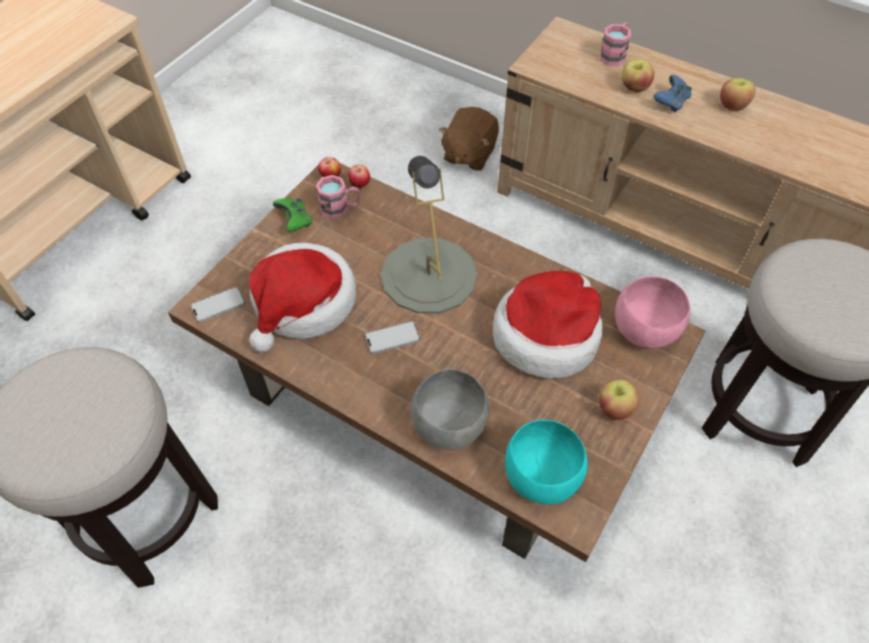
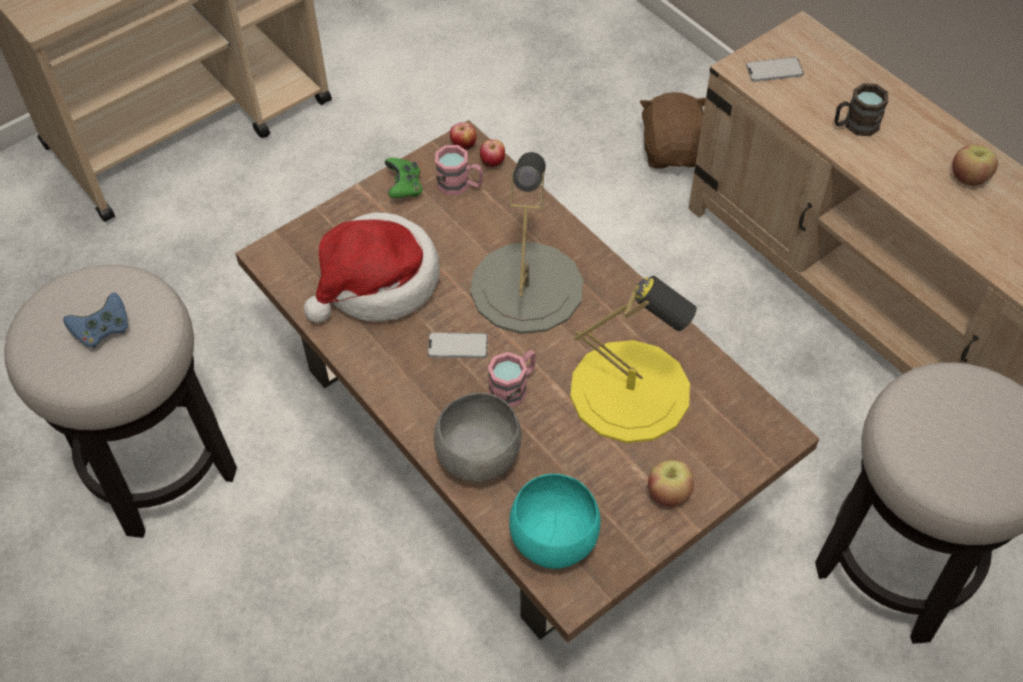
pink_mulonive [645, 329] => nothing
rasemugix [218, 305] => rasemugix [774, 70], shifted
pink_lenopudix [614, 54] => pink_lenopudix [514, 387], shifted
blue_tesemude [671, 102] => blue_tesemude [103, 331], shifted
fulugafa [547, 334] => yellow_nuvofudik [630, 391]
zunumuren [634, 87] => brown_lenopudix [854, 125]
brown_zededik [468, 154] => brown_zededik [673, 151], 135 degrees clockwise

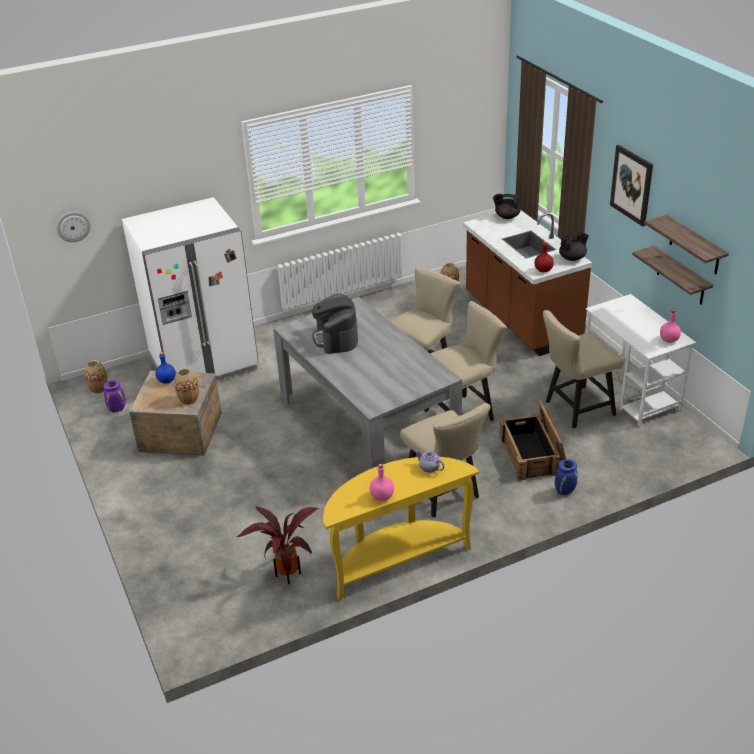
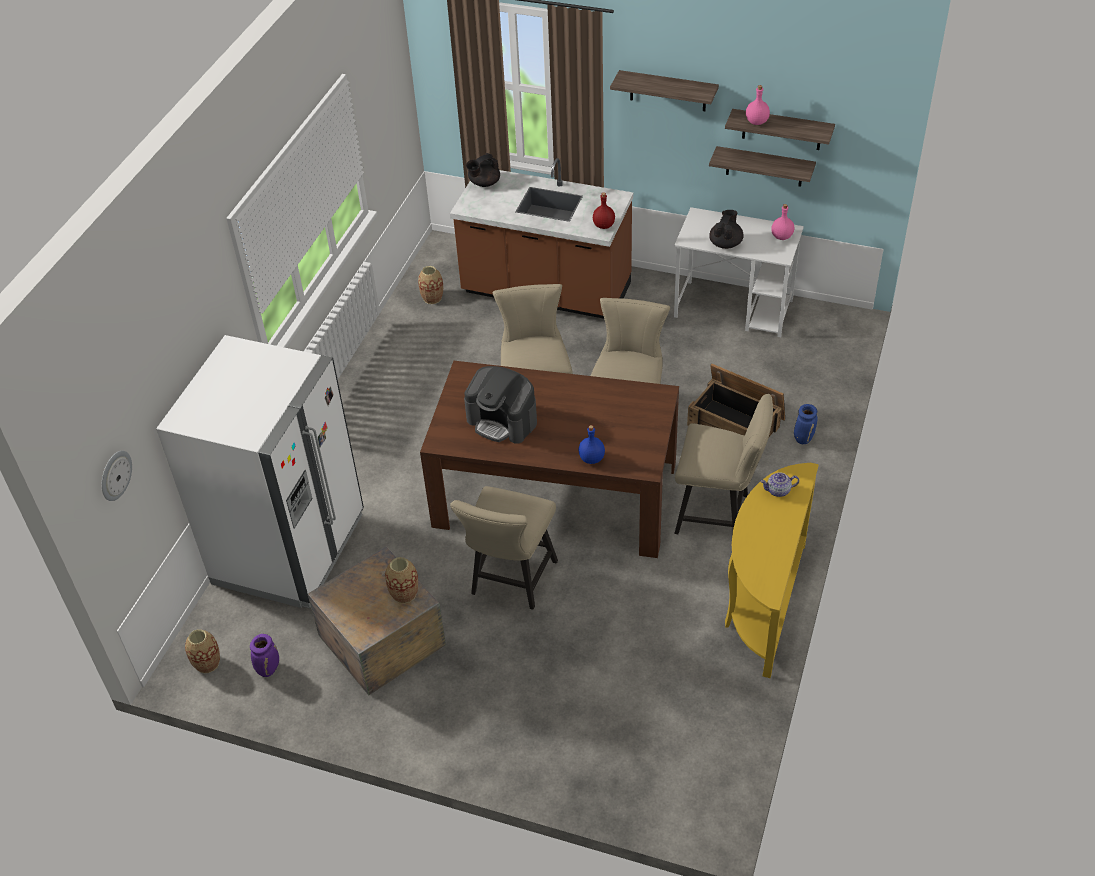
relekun [287, 572] => nothing
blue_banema [166, 380] => blue_banema [591, 458], shifted
pink_banema [381, 497] => pink_banema [756, 122], shifted
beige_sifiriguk [575, 409] => beige_sifiriguk [510, 582], shifted
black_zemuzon [572, 258] => black_zemuzon [725, 243], shifted
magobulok [631, 185] => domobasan [668, 91]
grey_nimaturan [368, 423] => brown_nimaturan [556, 494]

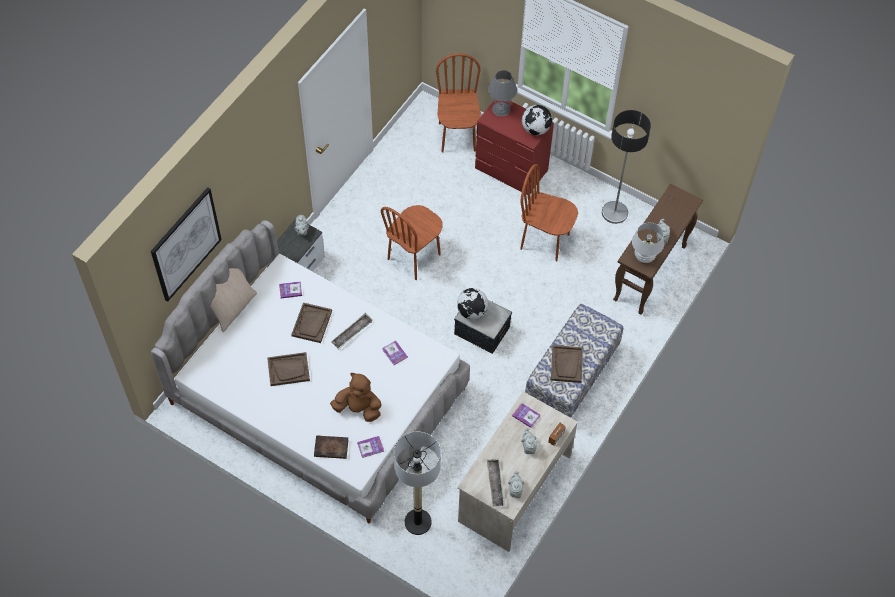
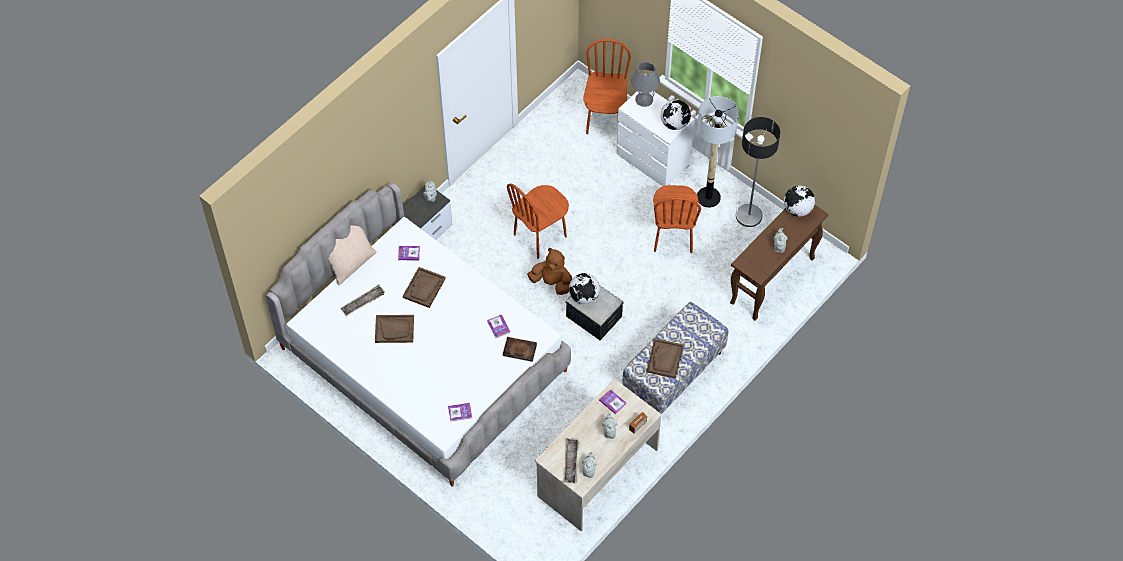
magobulok [186, 244] => nothing
white_nuvofudik [644, 257] => nothing
nothing => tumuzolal [797, 209]
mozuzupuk [332, 448] => mozuzupuk [520, 350], shifted
brown_zededik [358, 408] => brown_zededik [552, 282], shifted
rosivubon [352, 333] => rosivubon [363, 302], shifted
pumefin [418, 522] => pumefin [708, 197], shifted
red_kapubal [511, 170] => white_kapubal [653, 160]
brown_sifiriguk [545, 241] => brown_sifiriguk [673, 236], 120 degrees counterclockwise

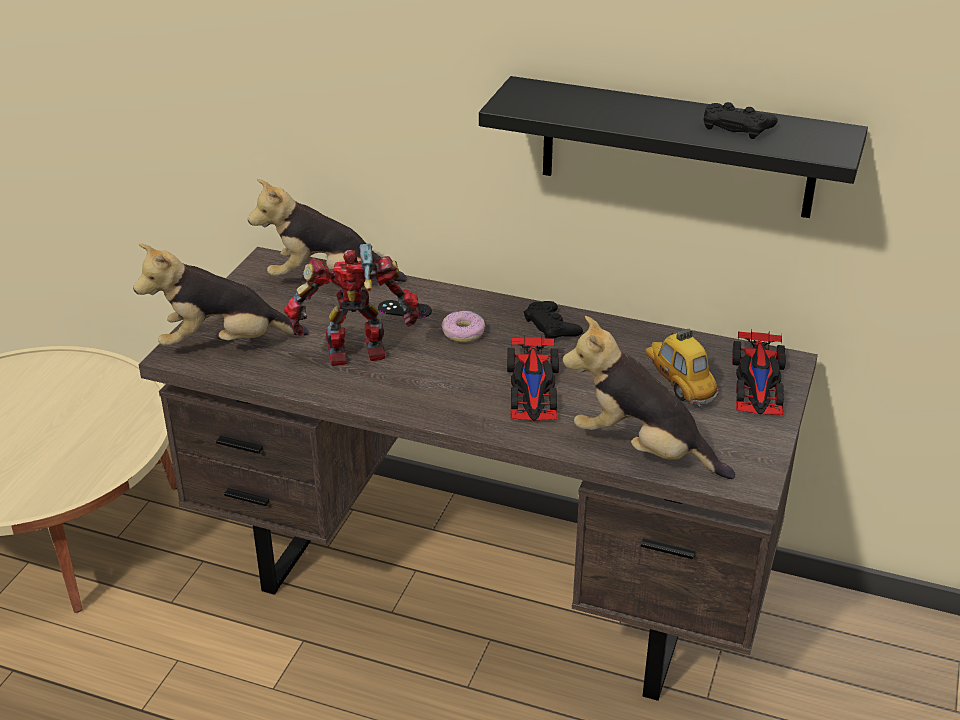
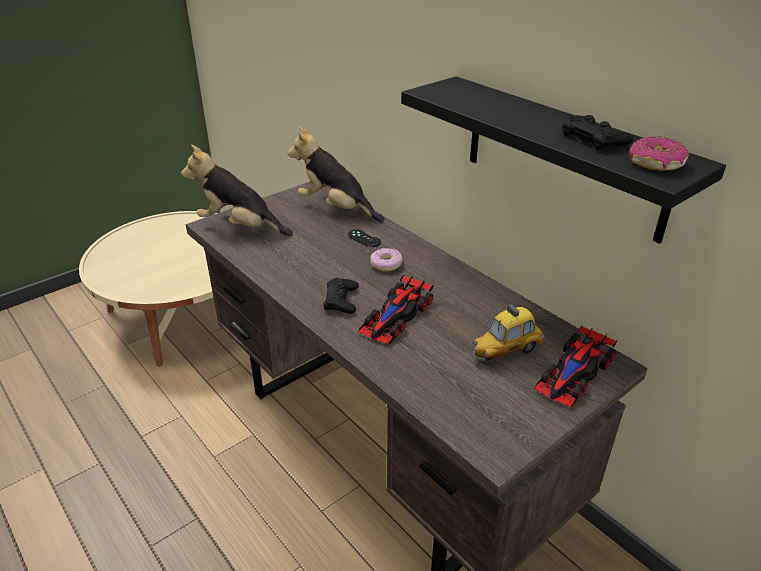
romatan [357, 354] => nothing
zededik [642, 450] => nothing
nothing => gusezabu [656, 163]
black_tesemude [552, 326] => black_tesemude [341, 300], shifted
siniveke [678, 384] => siniveke [506, 351], 120 degrees counterclockwise

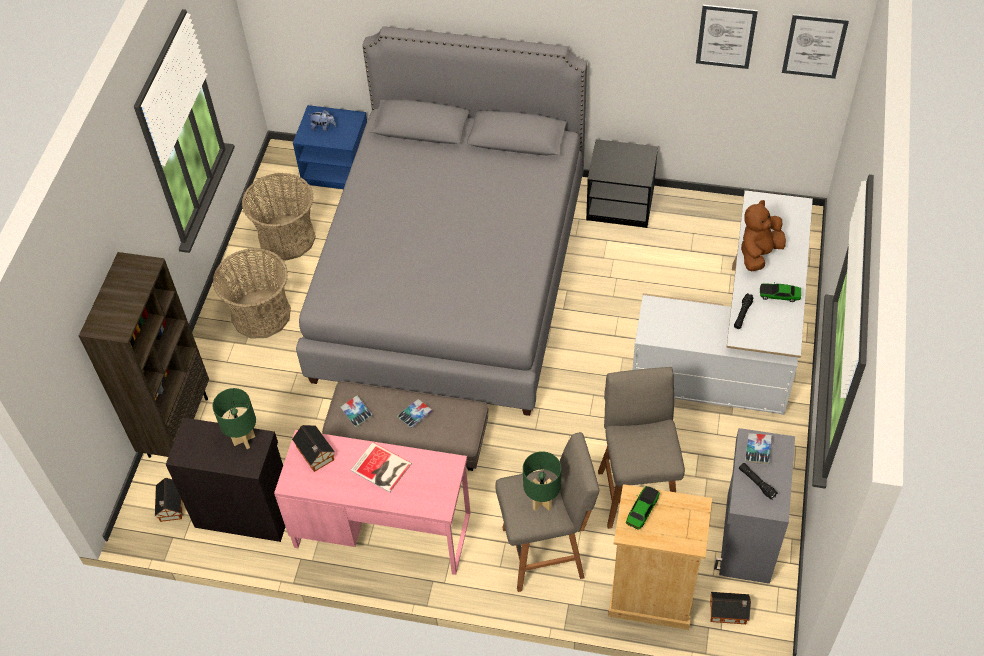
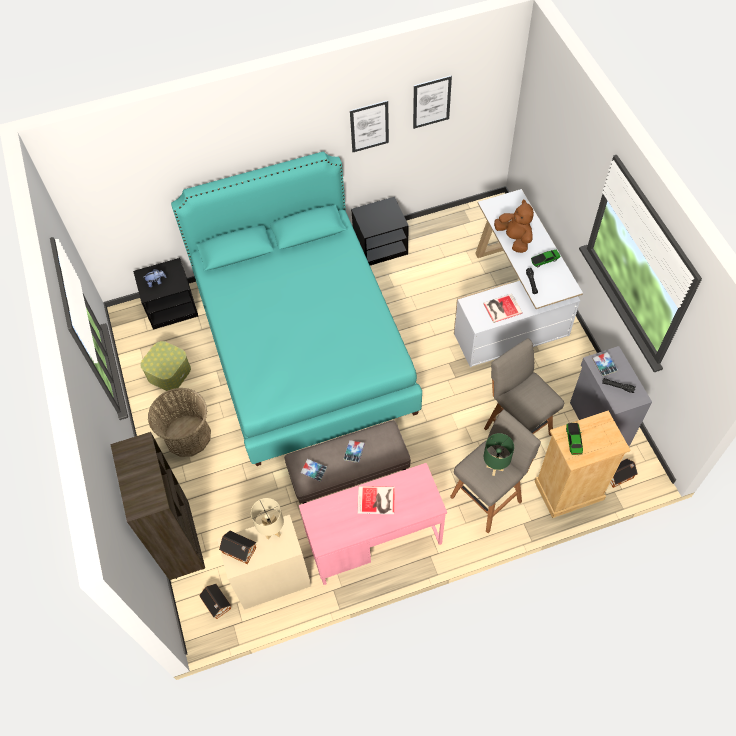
nothing => mozuzupuk [501, 308]
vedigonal [315, 455] => vedigonal [240, 551], shifted
magobulok [814, 46] => magobulok [369, 126], shifted
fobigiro [287, 238] => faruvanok [169, 372]
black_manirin [244, 511] => beige_manirin [272, 579]
green_nuvofudik [244, 440] => beige_nuvofudik [273, 531]
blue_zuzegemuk [338, 169] => black_zuzegemuk [172, 307]
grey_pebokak [451, 277] => turquoise_pebokak [303, 346]
brown_zededik [759, 253] => brown_zededik [514, 239], 135 degrees clockwise

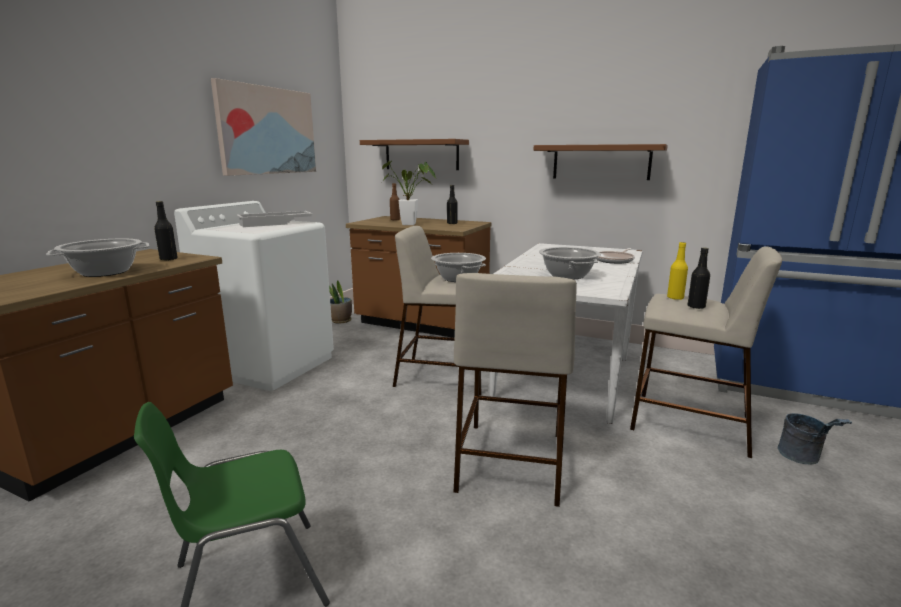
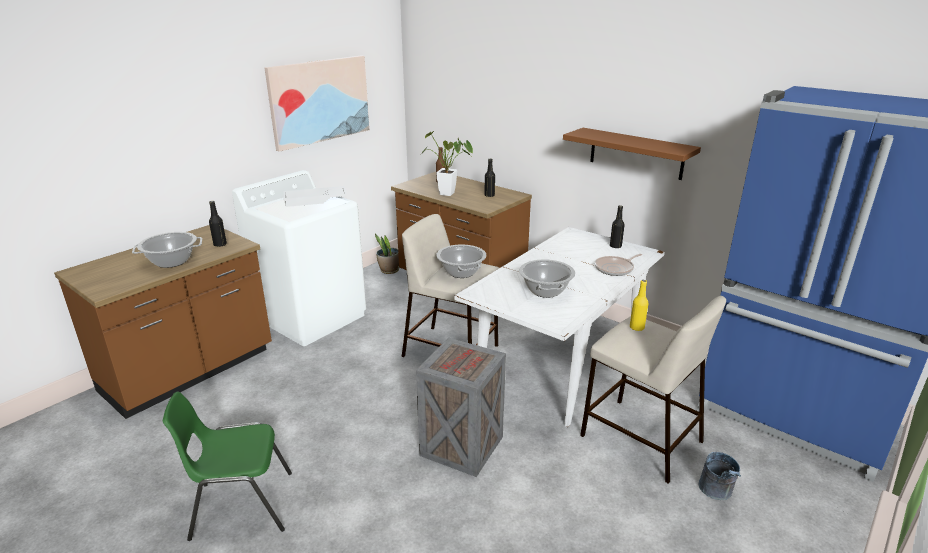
brown_domobasan [421, 155] => nothing
black_banema [696, 307] => black_banema [615, 246], shifted
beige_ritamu [510, 460] => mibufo [460, 446]

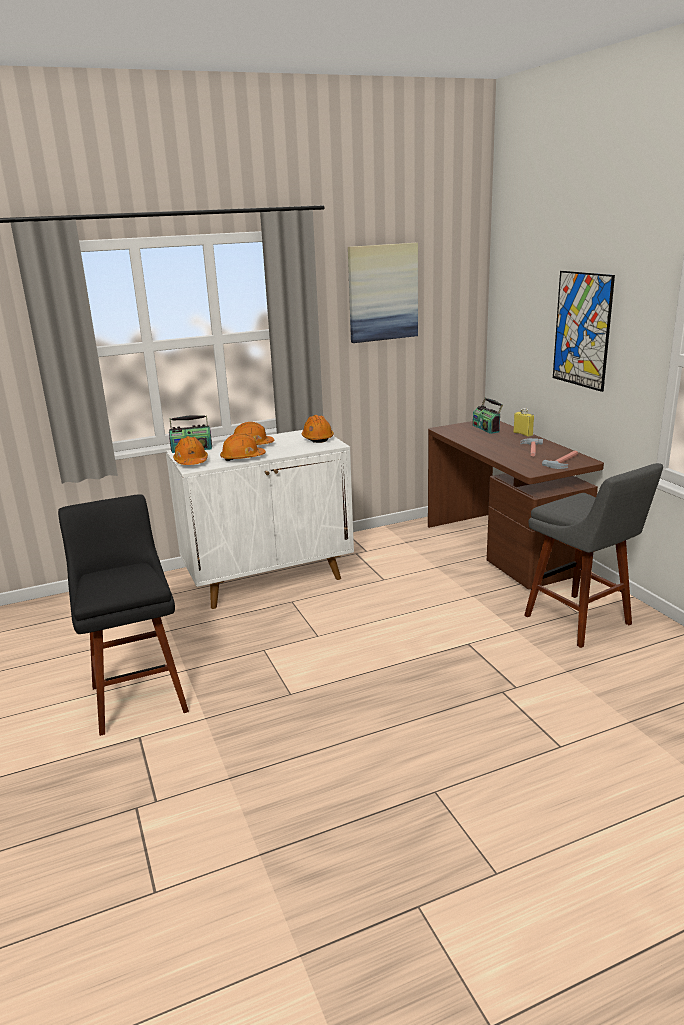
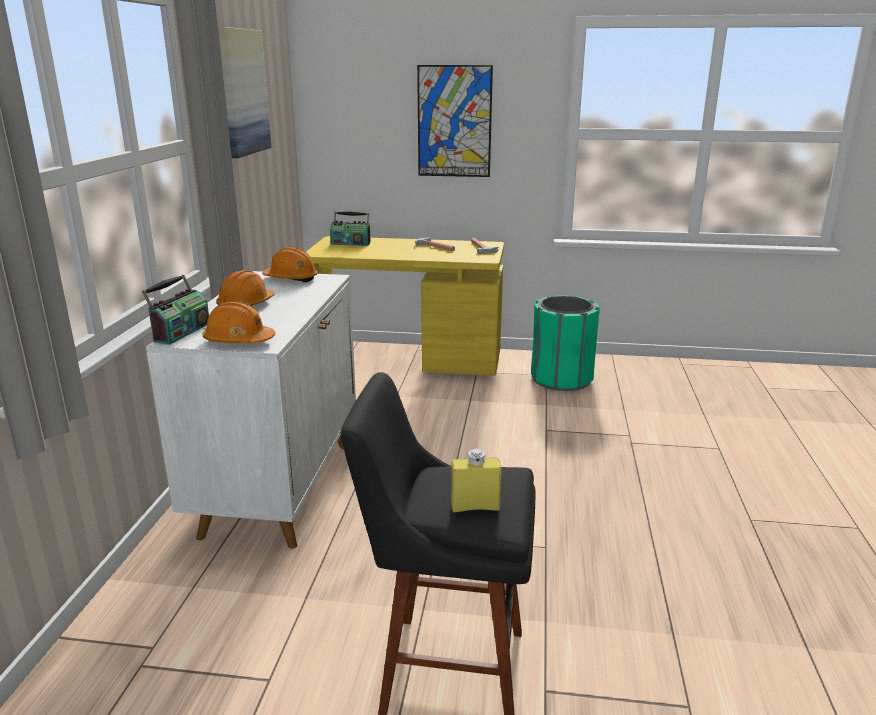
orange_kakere [242, 458] => nothing
yellow_banema [523, 434] => yellow_banema [475, 507], shifted
grey_ritamu [581, 622] => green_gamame [561, 379]
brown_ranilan [504, 549] => yellow_ranilan [408, 360]

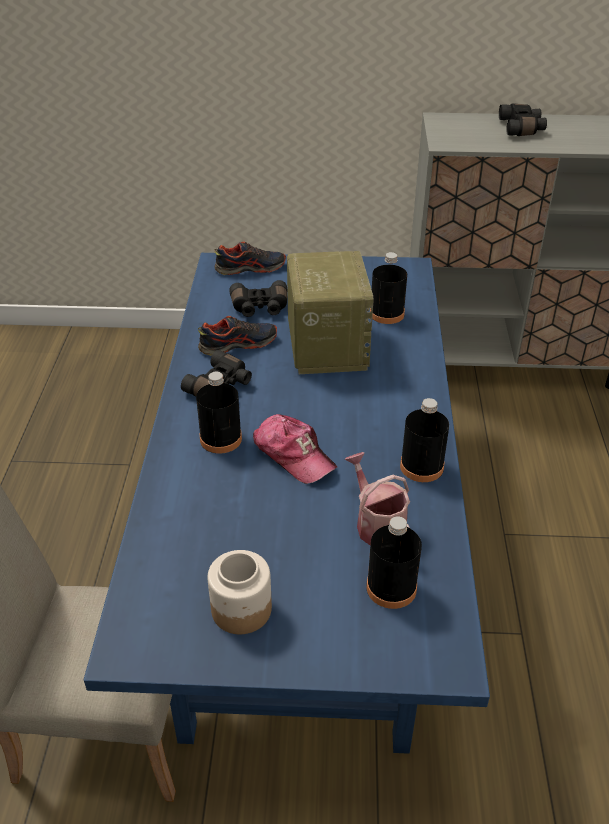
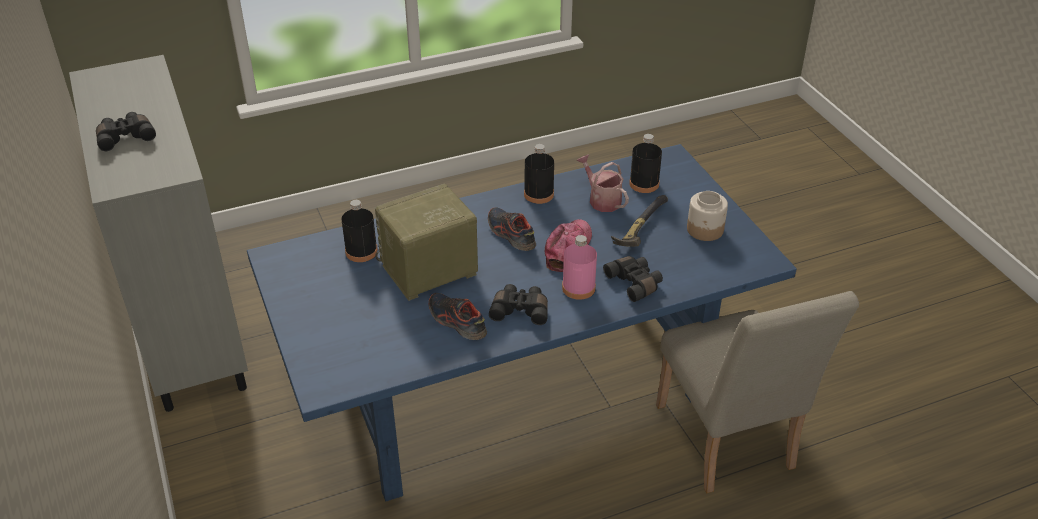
nothing => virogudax [639, 229]
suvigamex [250, 268] => suvigamex [510, 234], shifted
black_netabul [259, 308] => black_netabul [635, 283], shifted
black_banema [221, 439] => pink_banema [578, 288]
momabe [377, 524] => momabe [602, 199], 105 degrees clockwise

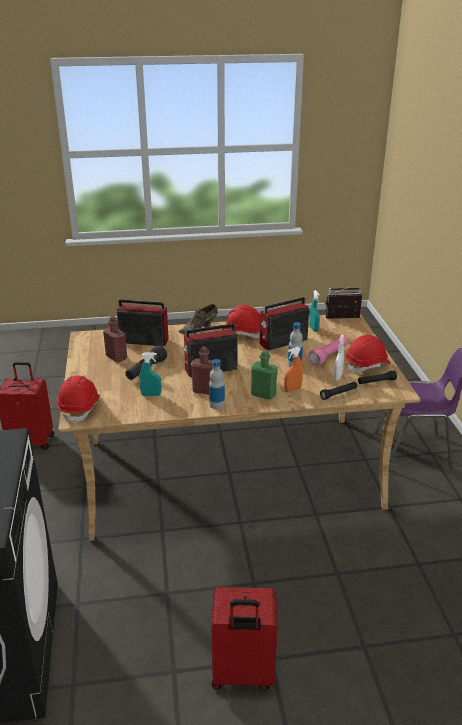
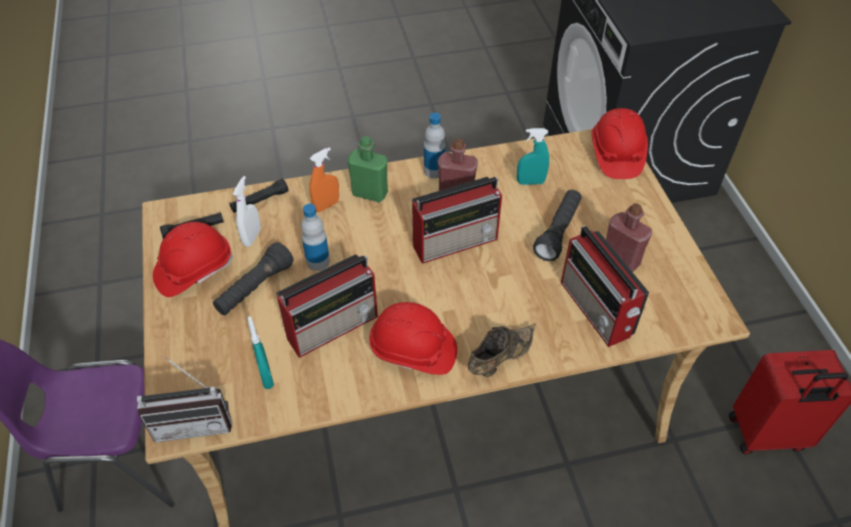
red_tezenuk [242, 674] => nothing
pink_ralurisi [328, 356] => black_ralurisi [255, 288]
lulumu [142, 341] => lulumu [597, 310], 60 degrees clockwise

